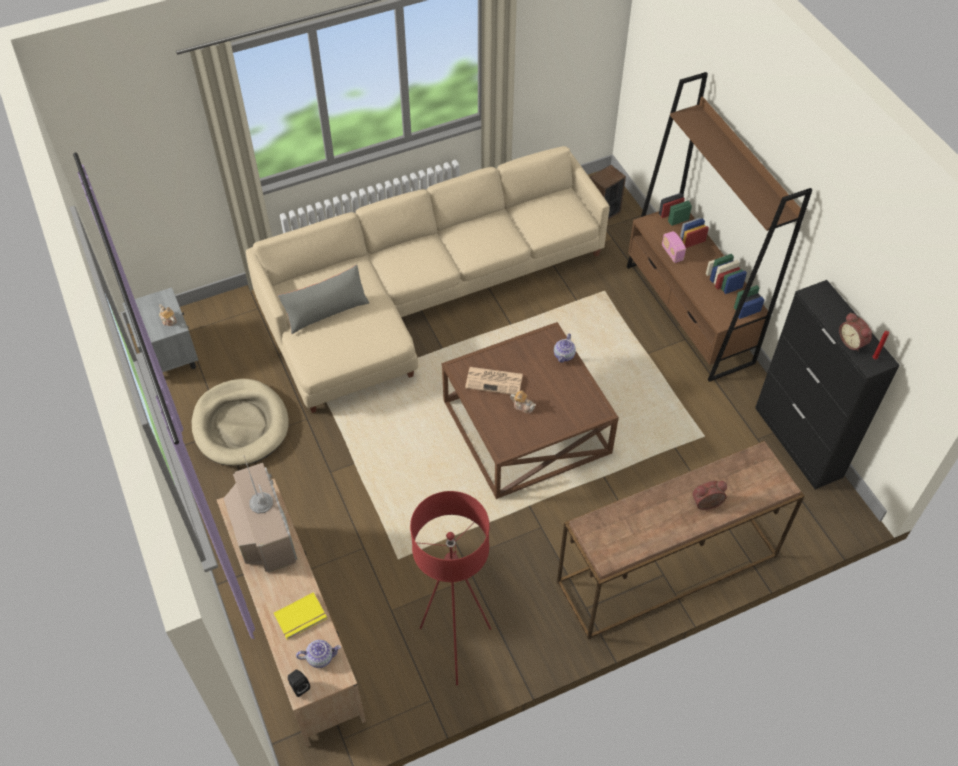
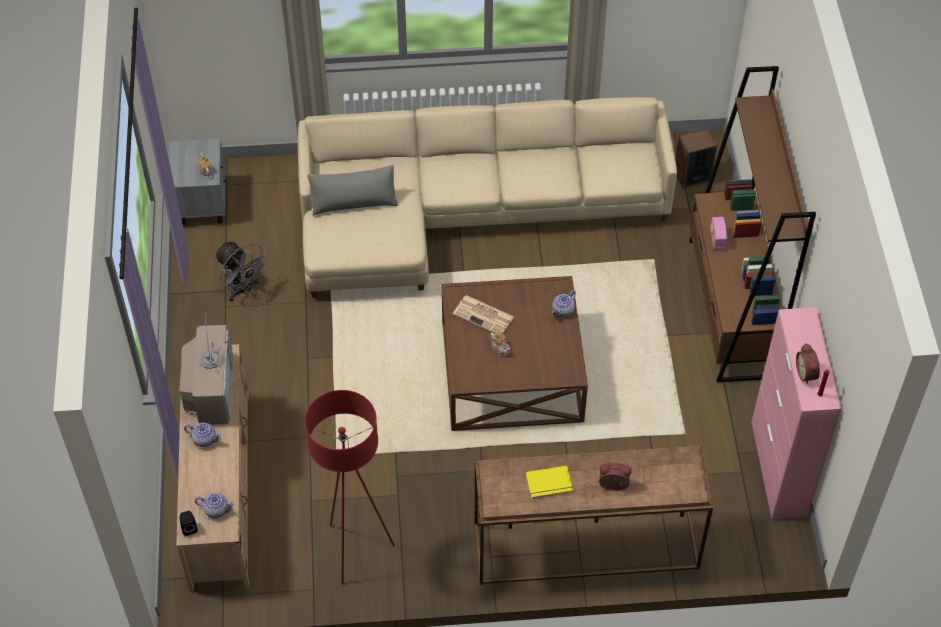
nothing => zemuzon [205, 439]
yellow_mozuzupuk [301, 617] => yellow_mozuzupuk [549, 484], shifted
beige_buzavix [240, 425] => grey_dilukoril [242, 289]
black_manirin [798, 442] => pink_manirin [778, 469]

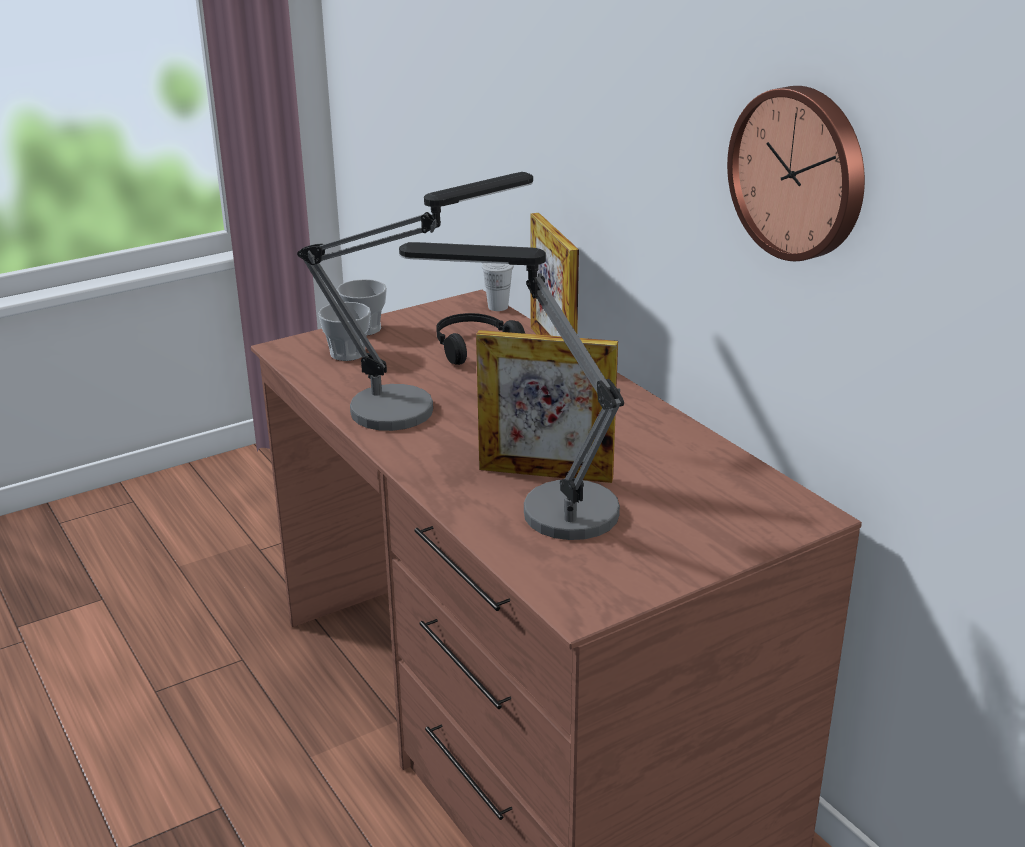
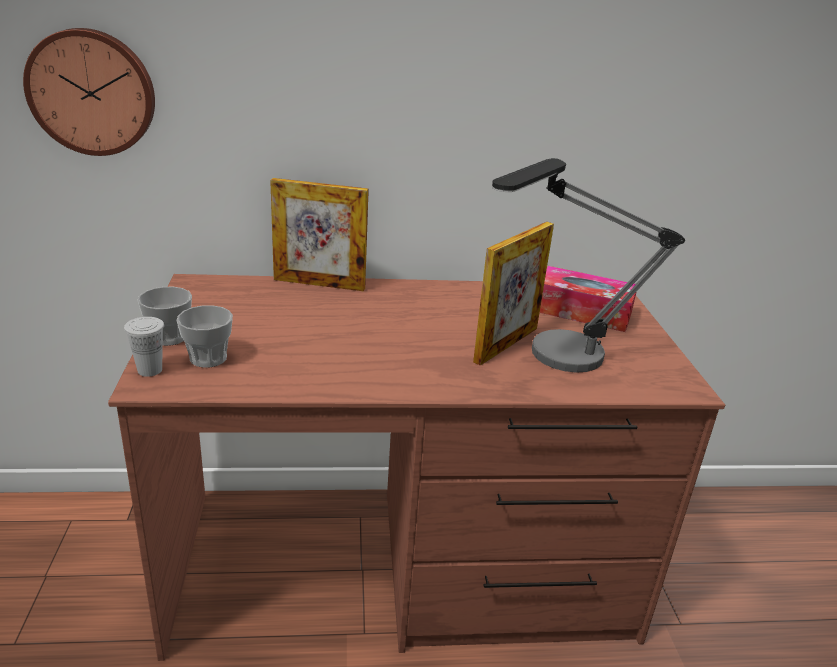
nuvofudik [416, 405] => nothing
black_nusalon [473, 347] => nothing
nothing => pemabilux [582, 311]
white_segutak [498, 307] => white_segutak [150, 370], shifted
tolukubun [800, 173] => tolukubun [93, 92], shifted

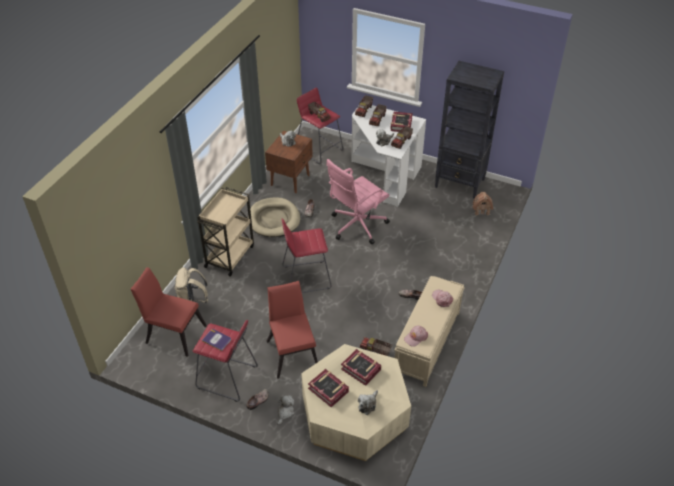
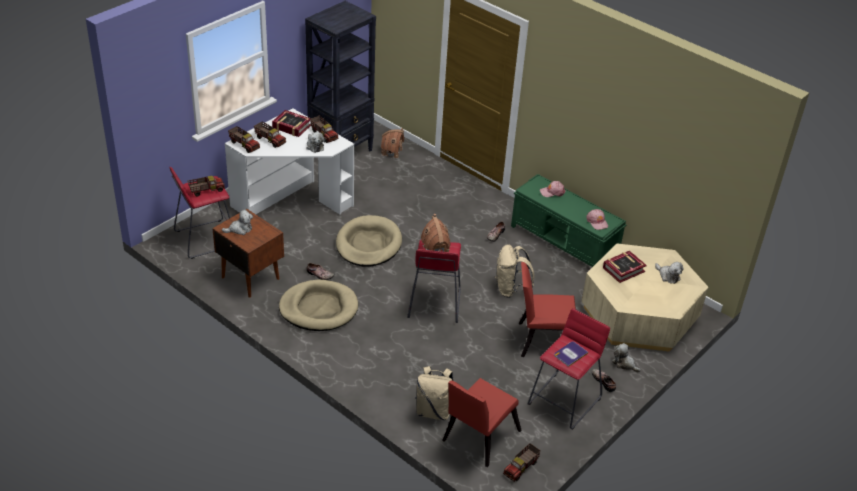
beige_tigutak [230, 255] => nothing
mozuzupuk [328, 390] => nothing
nothing => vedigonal [436, 250]
nothing => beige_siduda [510, 289]
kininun [375, 350] => kininun [521, 468], shifted
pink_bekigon [356, 226] => beige_buzavix [368, 244]
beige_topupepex [427, 343] => green_topupepex [564, 242]

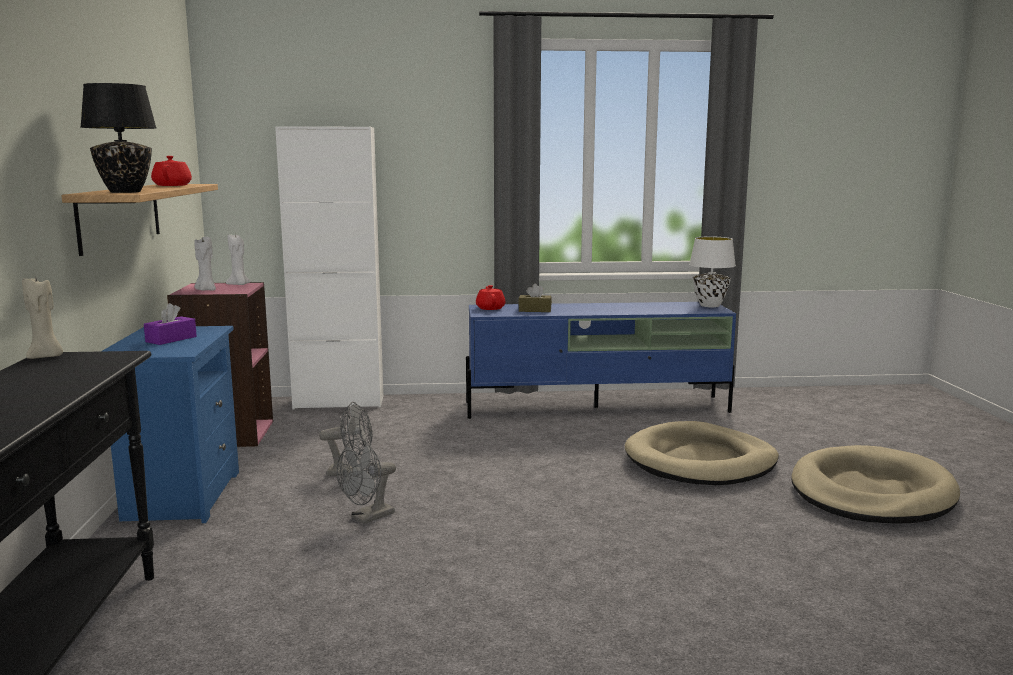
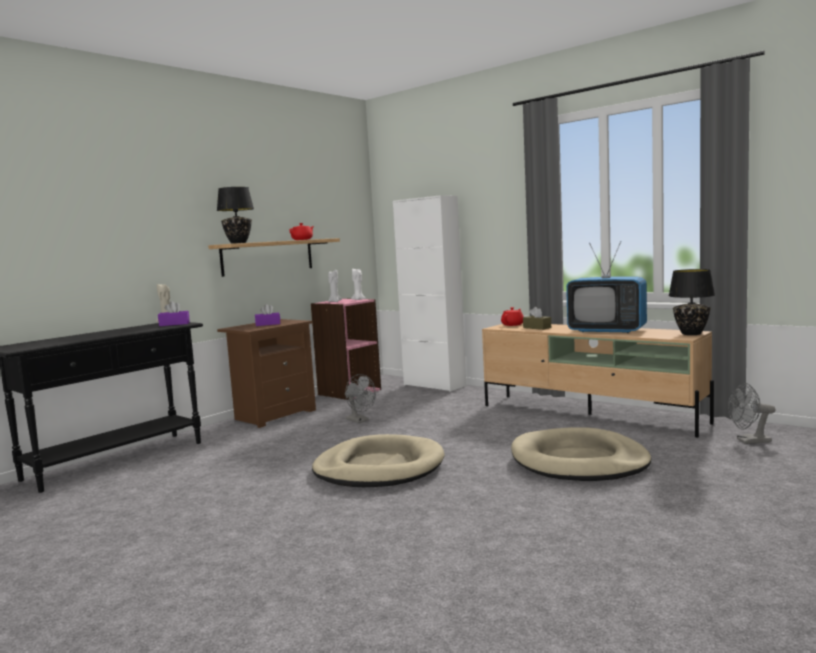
nothing => purple_pemabilux [174, 324]
nothing => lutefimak [607, 331]
grey_dilukoril [367, 518] => grey_dilukoril [749, 441], shifted
beige_buzavix [871, 493] => beige_buzavix [379, 468], shifted
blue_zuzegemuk [181, 496] => brown_zuzegemuk [273, 415]
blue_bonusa [598, 407] => beige_bonusa [590, 414]
white_nuvofudik [710, 305] => black_nuvofudik [692, 334]

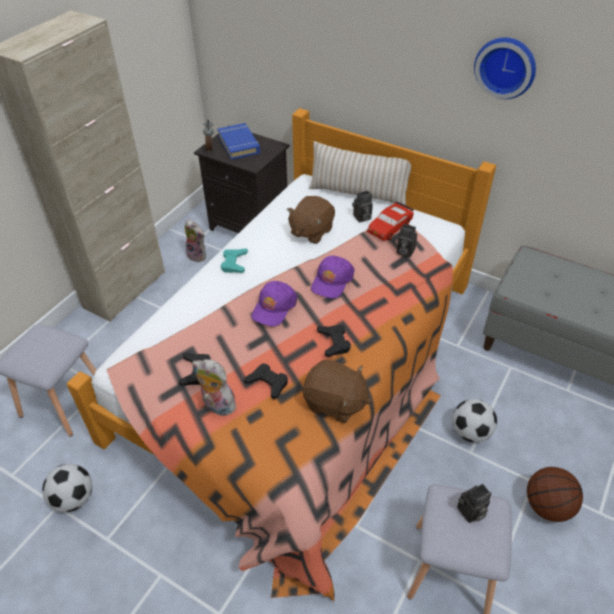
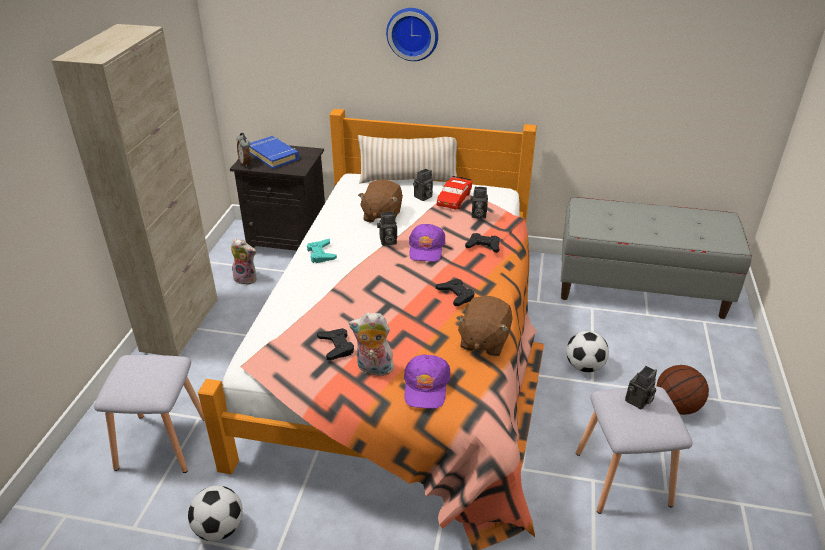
nothing => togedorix [387, 242]
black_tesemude [268, 383] => black_tesemude [483, 246], shifted
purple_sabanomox [274, 307] => purple_sabanomox [426, 386], shifted
tolukubun [506, 66] => tolukubun [413, 33], shifted
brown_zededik [335, 403] => brown_zededik [483, 341], 105 degrees clockwise

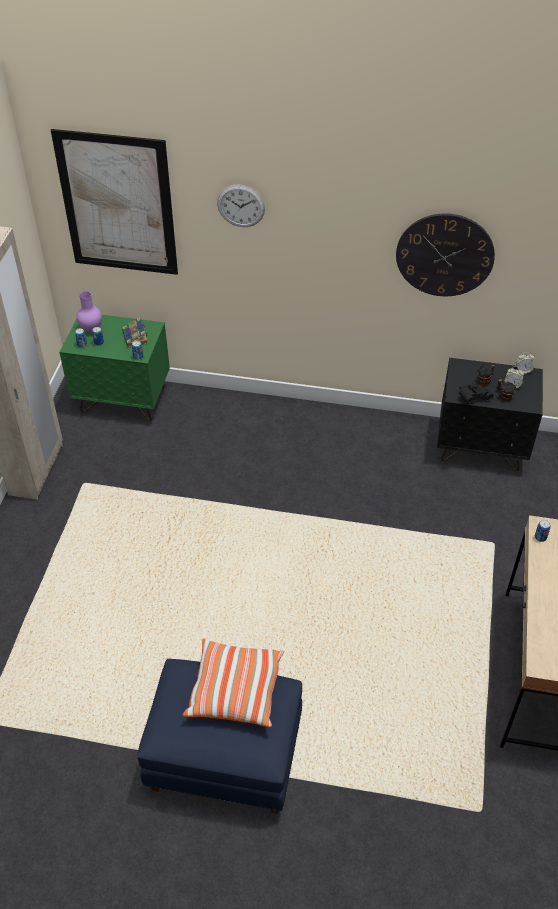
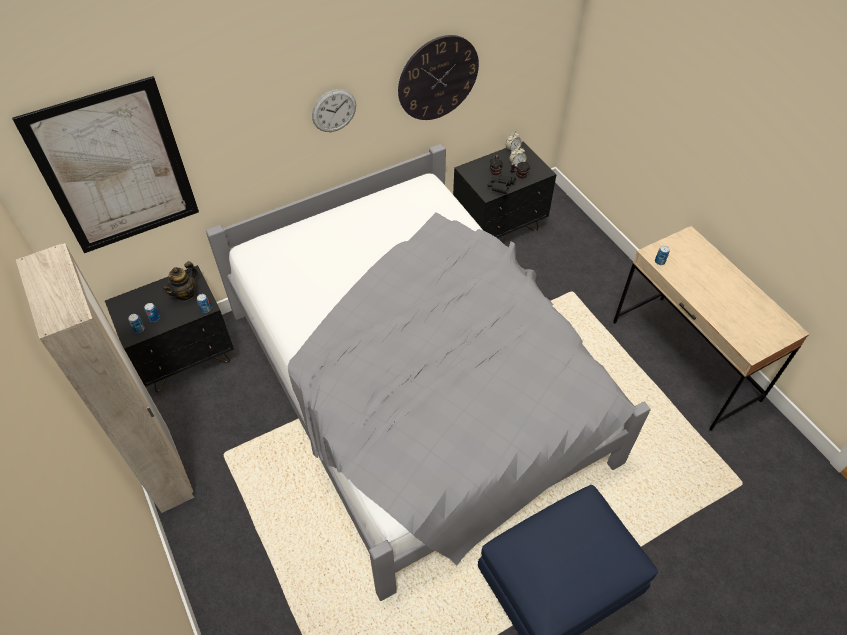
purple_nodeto [91, 330] => nothing
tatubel [235, 690] => nothing
nothing => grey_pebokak [418, 384]
tolukubun [241, 206] => tolukubun [334, 110], shifted
mozuzupuk [135, 338] => zemuzon [185, 293]
green_zuzegemuk [123, 400] => black_zuzegemuk [186, 359]

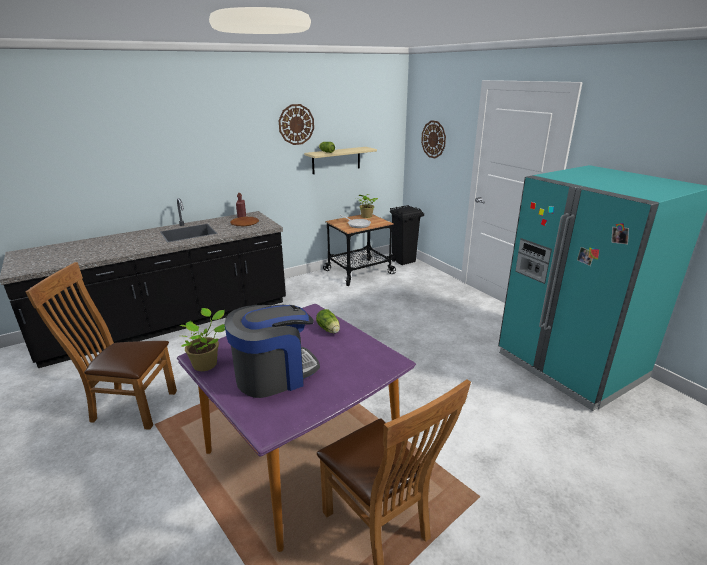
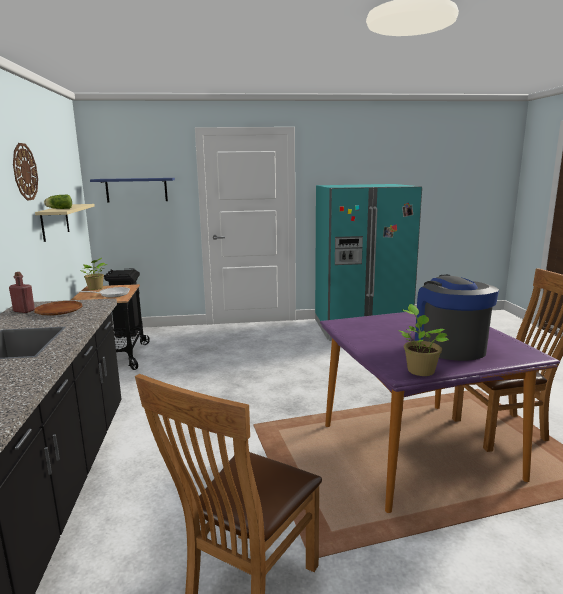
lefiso [329, 330] => nothing
tolukubun [433, 139] => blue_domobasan [136, 190]

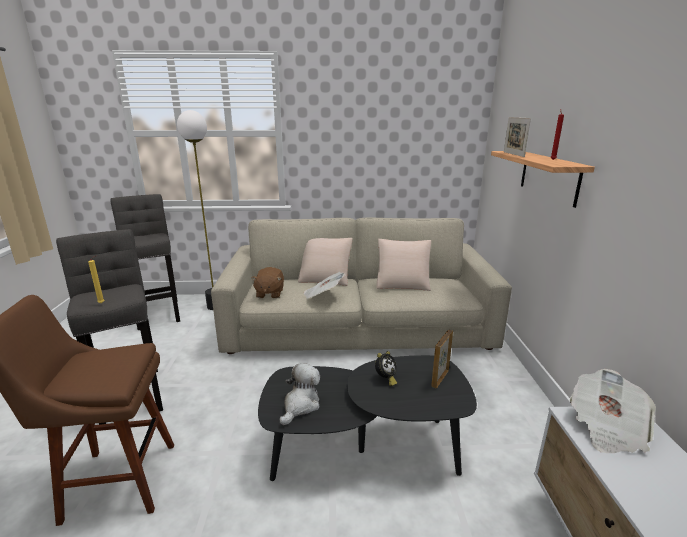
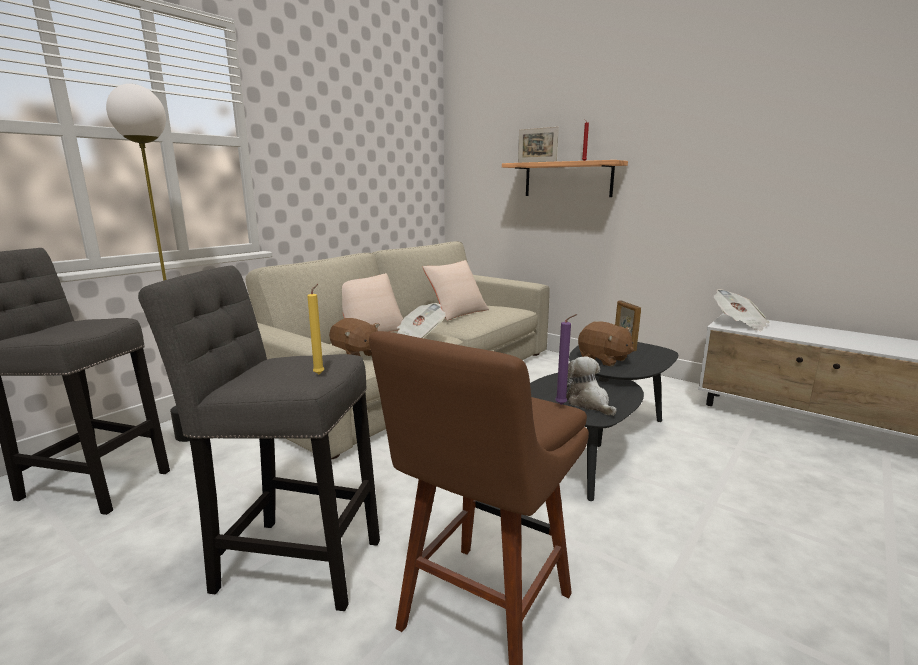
nothing => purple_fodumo [562, 405]
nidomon [385, 379] => brown_zededik [603, 359]

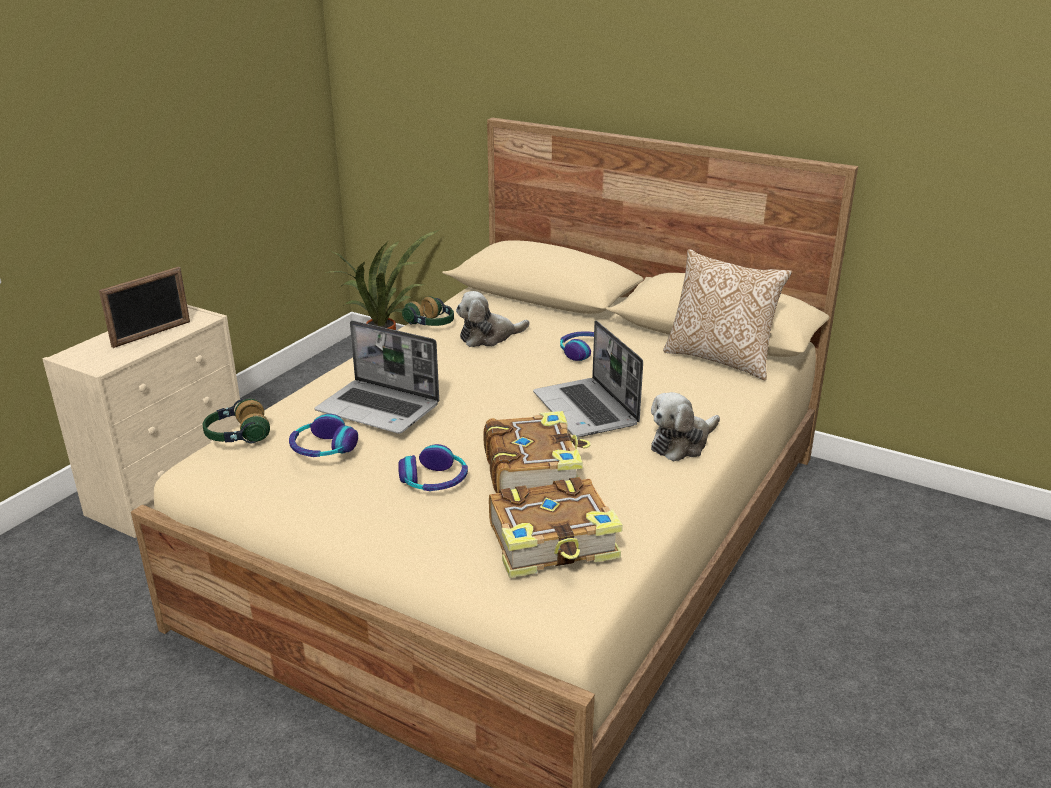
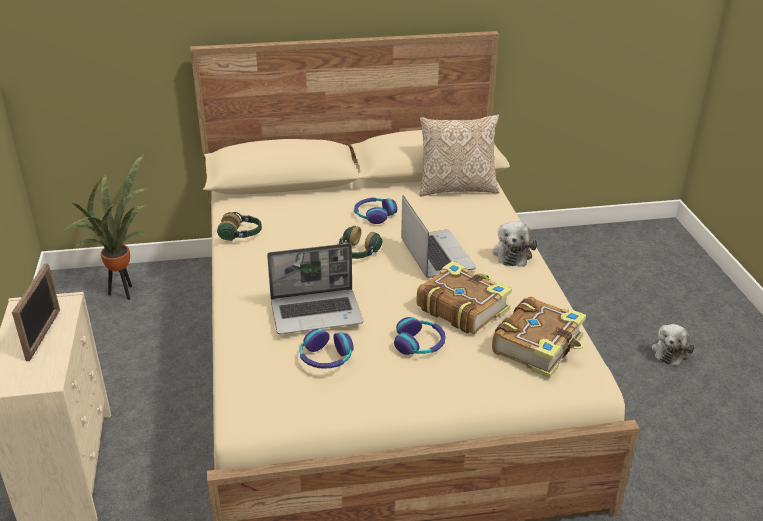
nusalon [237, 436] => nusalon [358, 253], shifted
zededik [488, 337] => zededik [671, 351], shifted
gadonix [587, 410] => gadonix [435, 255], 135 degrees counterclockwise

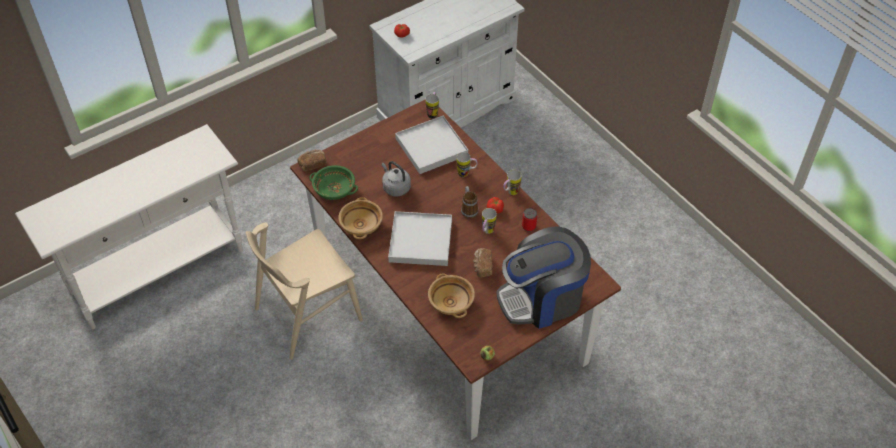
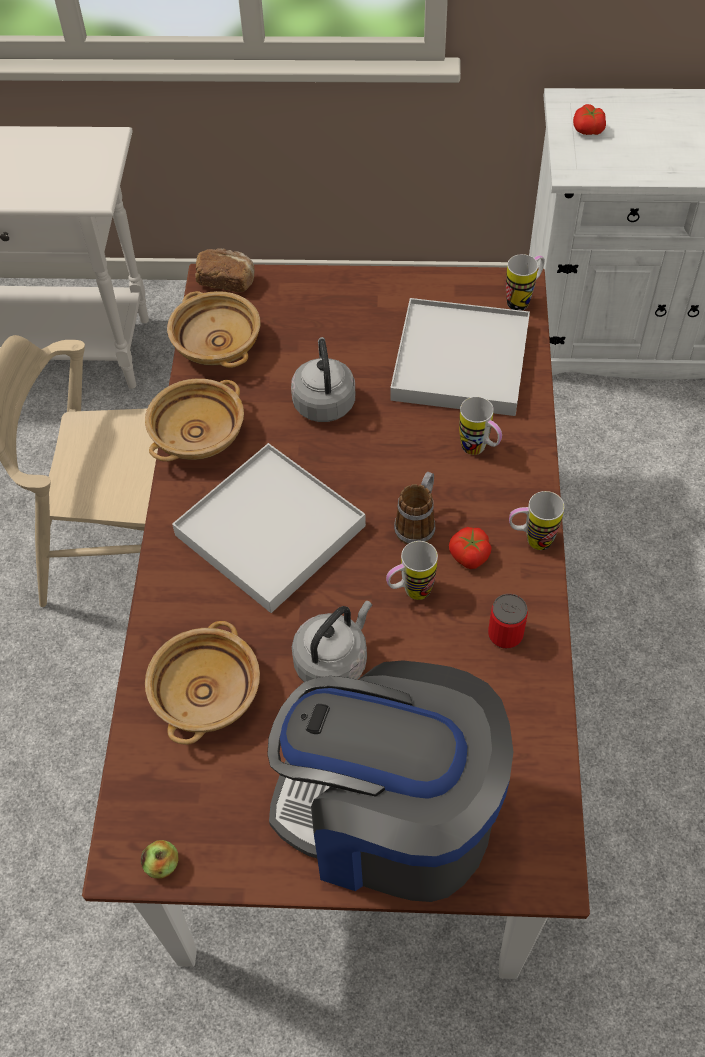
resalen [482, 267] => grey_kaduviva [333, 660]
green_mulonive [334, 190] => beige_mulonive [216, 345]

